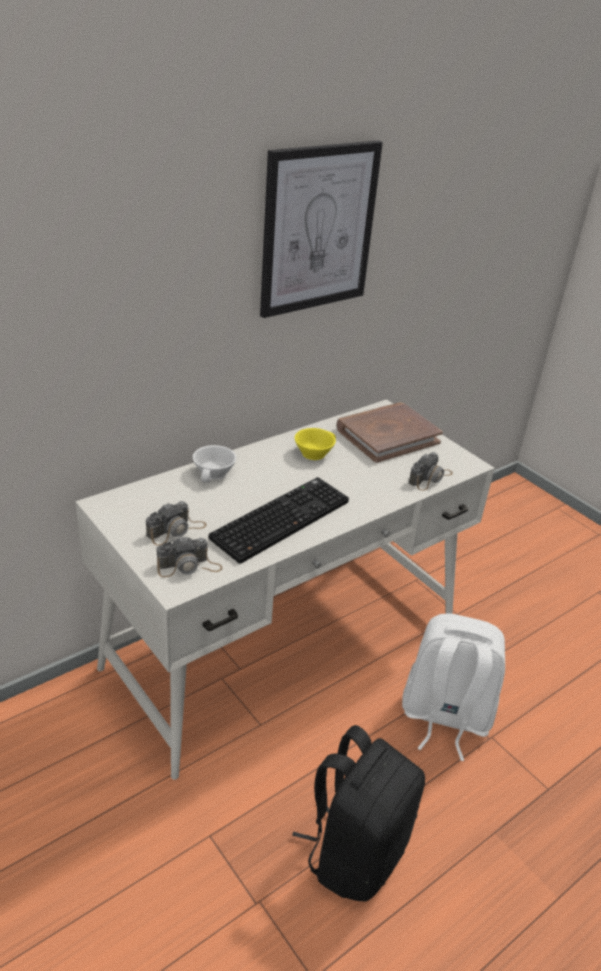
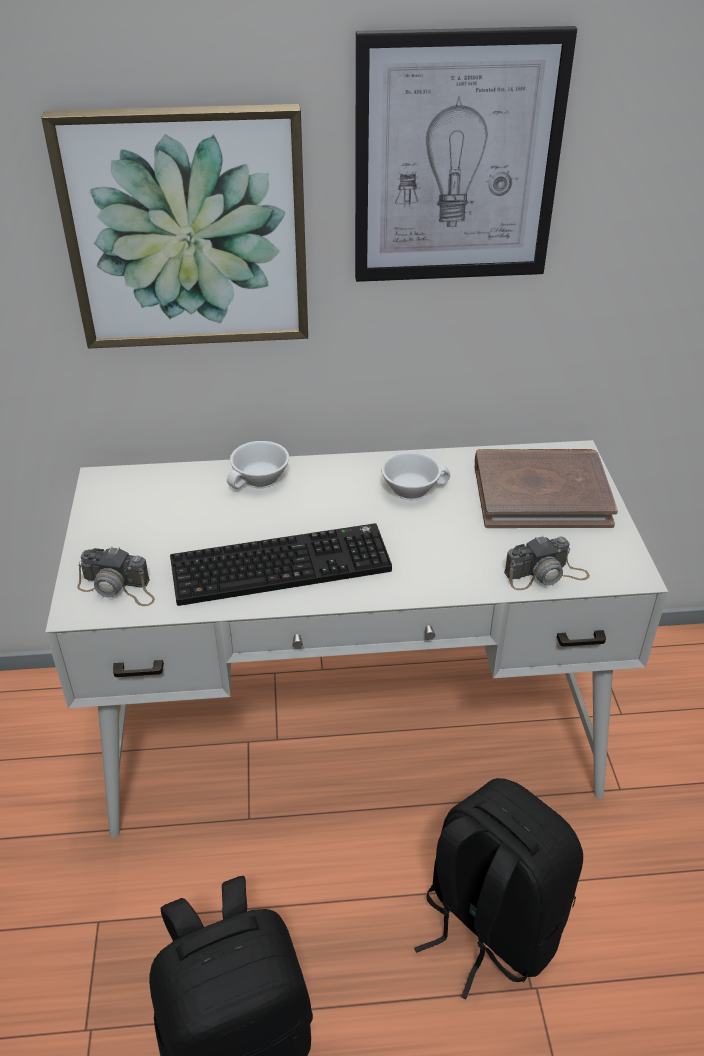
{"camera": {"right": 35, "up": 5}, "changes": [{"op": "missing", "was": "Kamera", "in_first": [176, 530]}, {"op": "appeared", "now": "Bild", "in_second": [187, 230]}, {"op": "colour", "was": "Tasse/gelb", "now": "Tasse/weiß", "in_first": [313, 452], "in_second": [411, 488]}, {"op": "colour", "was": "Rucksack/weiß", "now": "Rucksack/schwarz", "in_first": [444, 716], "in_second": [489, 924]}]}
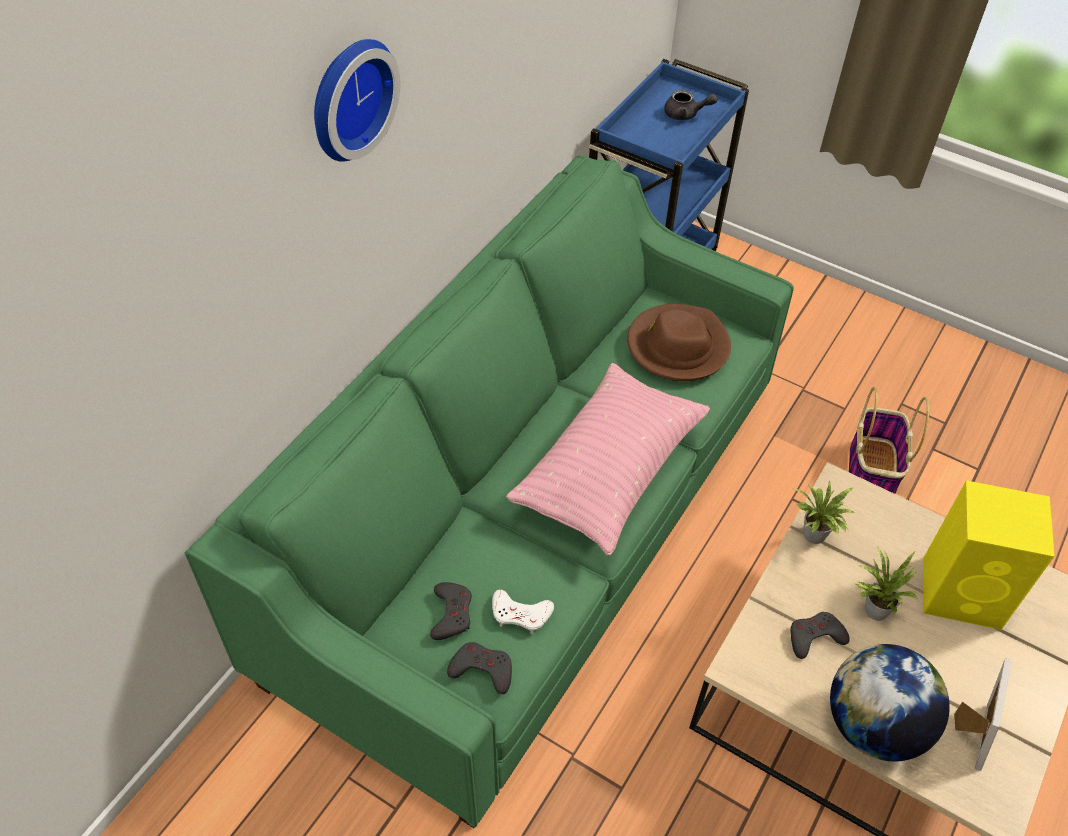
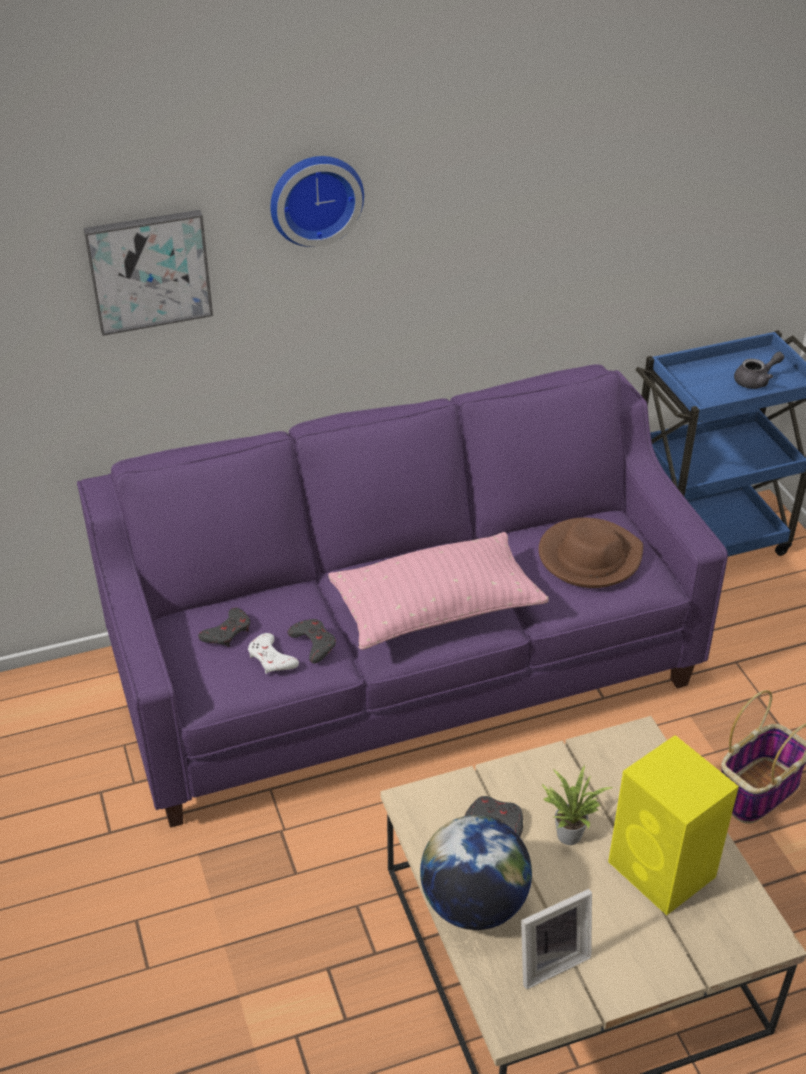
{"camera": {"right": 40, "up": -10}, "changes": [{"op": "missing", "was": "Topfpflanze", "in_first": [814, 537]}, {"op": "appeared", "now": "Bild", "in_second": [149, 270]}, {"op": "relocated", "was": "Gamepad/grau", "in_first": [482, 670], "in_second": [313, 643]}, {"op": "colour", "was": "Sofa/grün", "now": "Sofa/lila", "in_first": [529, 533], "in_second": [404, 671]}, {"op": "spun", "was": "Teekanne/grau", "in_first": [685, 114], "in_second": [756, 381], "clockwise": -75}]}
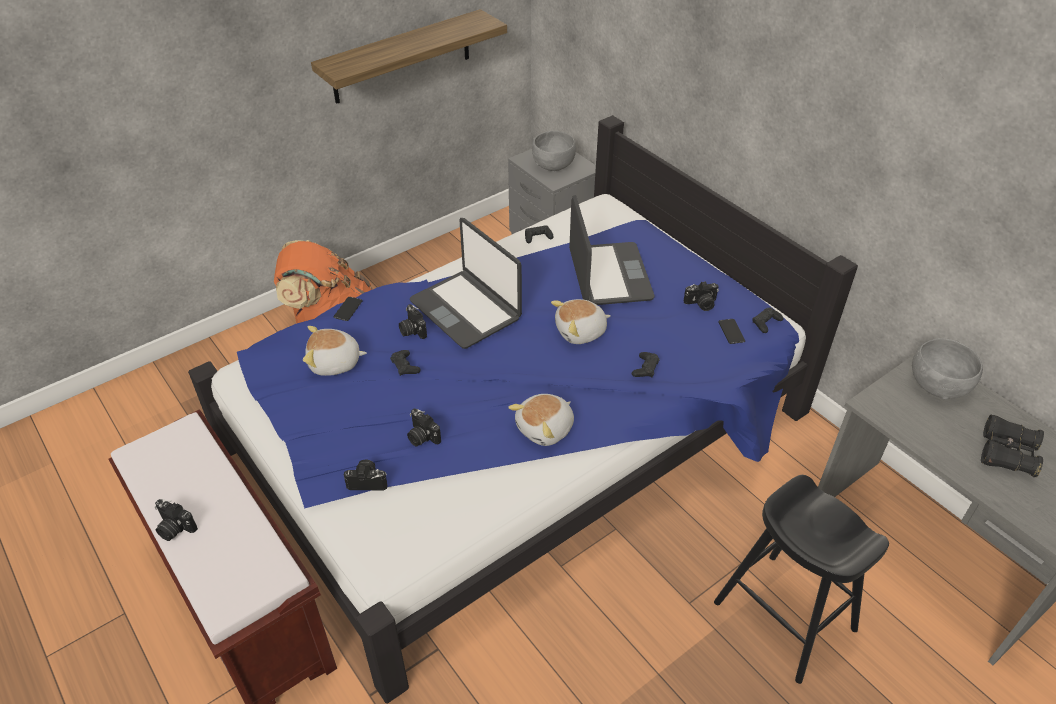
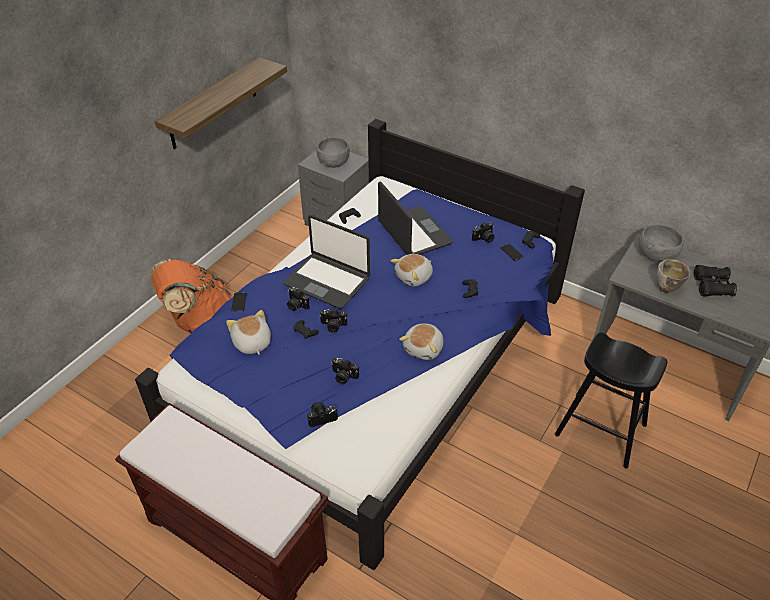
{"camera": {"right": -20, "up": 0}, "changes": [{"op": "appeared", "now": "Schüssel", "in_second": [666, 289]}, {"op": "relocated", "was": "Kamera", "in_first": [174, 528], "in_second": [333, 326]}, {"op": "spun", "was": "Plüschtier", "in_first": [335, 363], "in_second": [252, 343], "clockwise": 90}]}
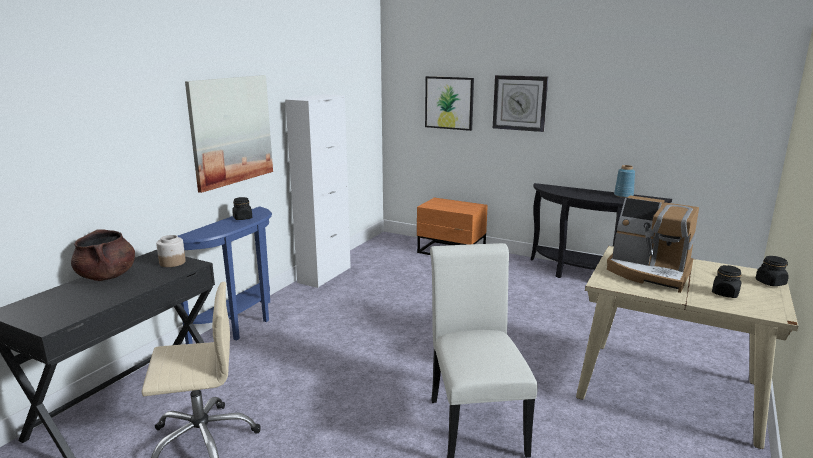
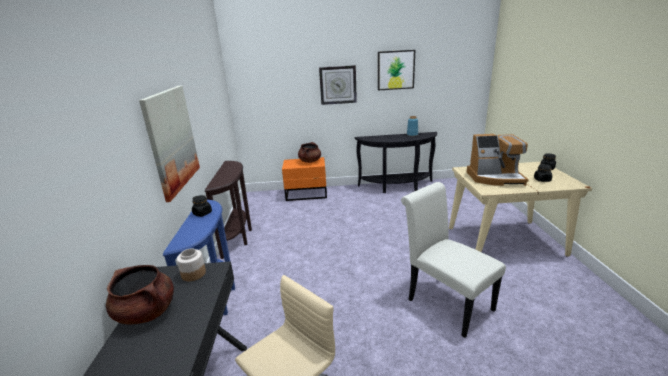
{"camera": {"right": -30, "up": 5}, "changes": [{"op": "appeared", "now": "Kochtopf/braun", "in_second": [310, 161]}, {"op": "relocated", "was": "Bild", "in_first": [449, 103], "in_second": [395, 70]}, {"op": "exchanged", "was": "Schrank/weiß", "now": "Konsolentisch/braun", "in_first": [324, 275], "in_second": [238, 237]}]}
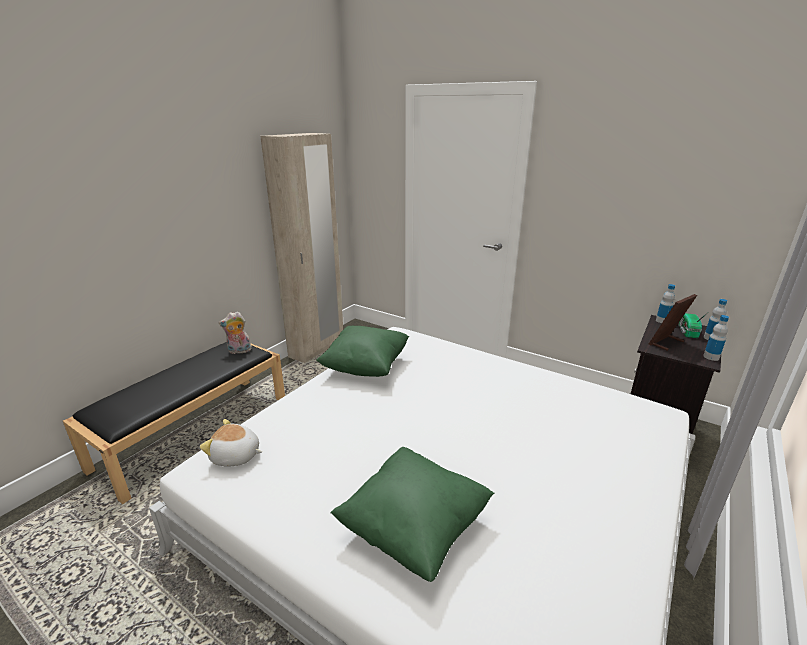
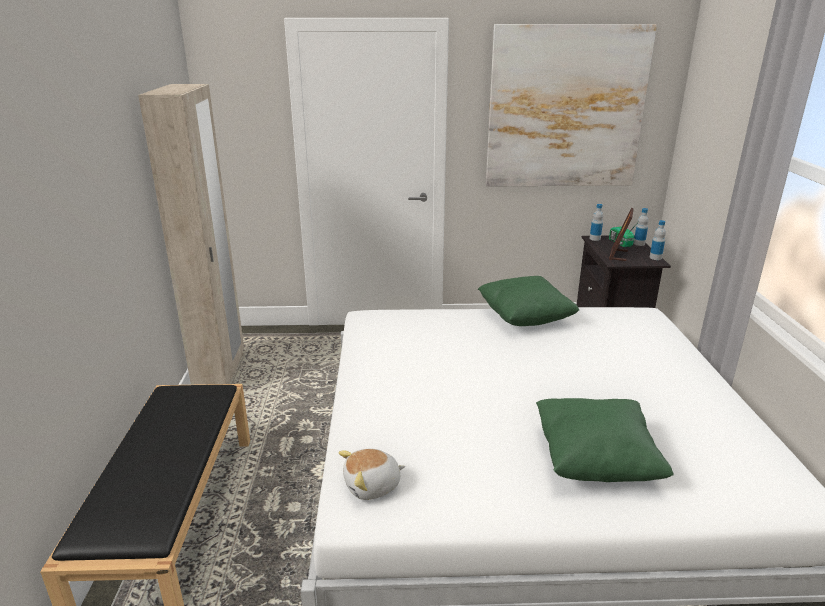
{"camera": {"right": -35, "up": 0}, "changes": [{"op": "missing", "was": "Plüschtier", "in_first": [239, 351]}, {"op": "appeared", "now": "Bild", "in_second": [565, 108]}, {"op": "relocated", "was": "Kissen/grün", "in_first": [365, 367], "in_second": [525, 318]}]}
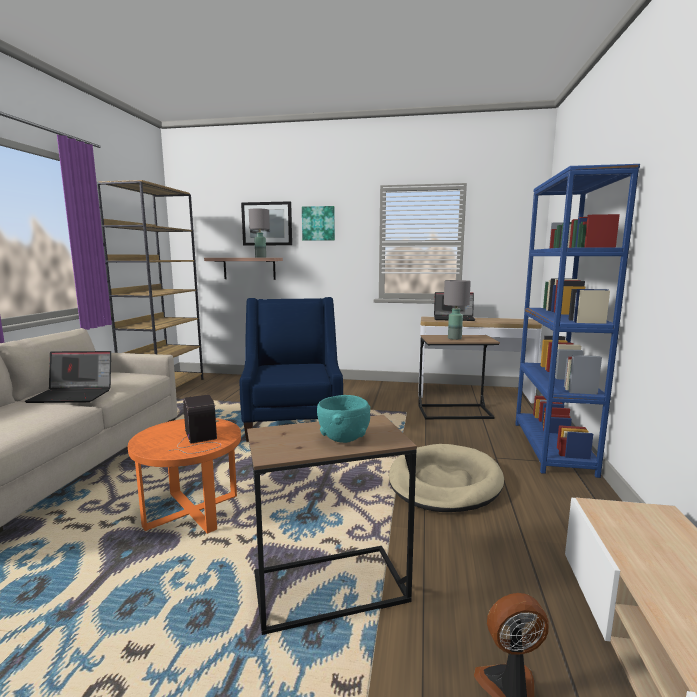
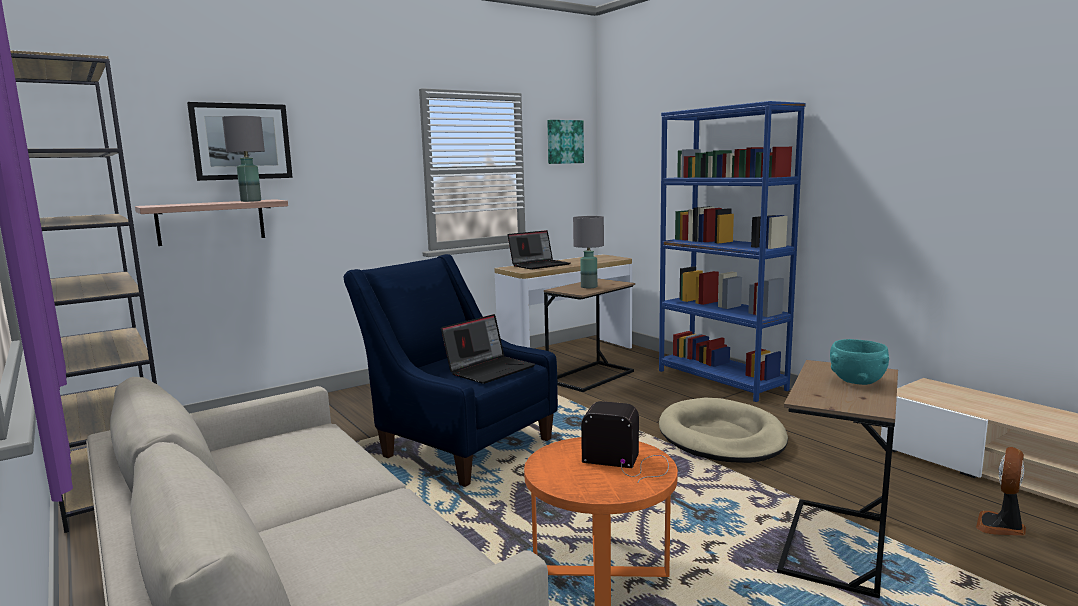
{"camera": {"right": -45, "up": 0}, "changes": [{"op": "relocated", "was": "Laptop", "in_first": [74, 395], "in_second": [490, 369]}, {"op": "relocated", "was": "Bild", "in_first": [318, 223], "in_second": [564, 142]}]}
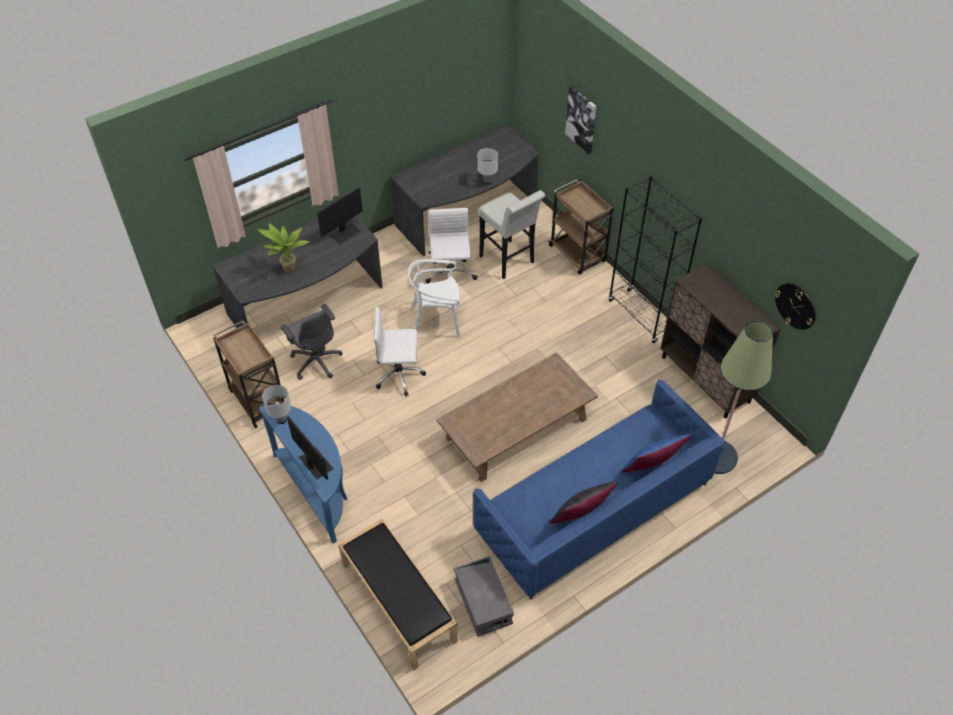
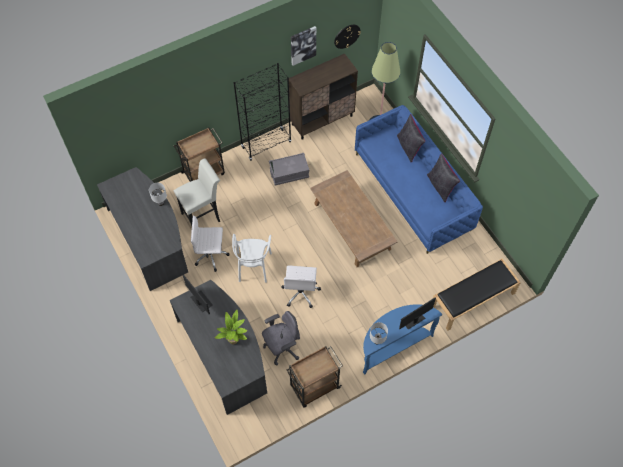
{"camera": {"right": -85, "up": 10}, "changes": [{"op": "relocated", "was": "Aufbewahrungsbox/grau", "in_first": [483, 602], "in_second": [289, 173]}, {"op": "relocated", "was": "Bild", "in_first": [581, 119], "in_second": [303, 45]}, {"op": "colour", "was": "Kissen/blau", "now": "Kissen/schwarz", "in_first": [651, 468], "in_second": [409, 147]}]}
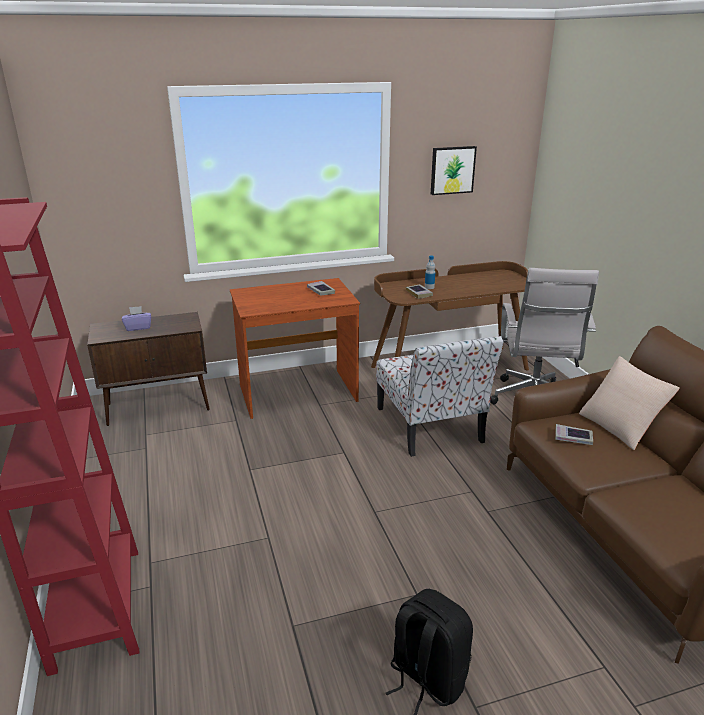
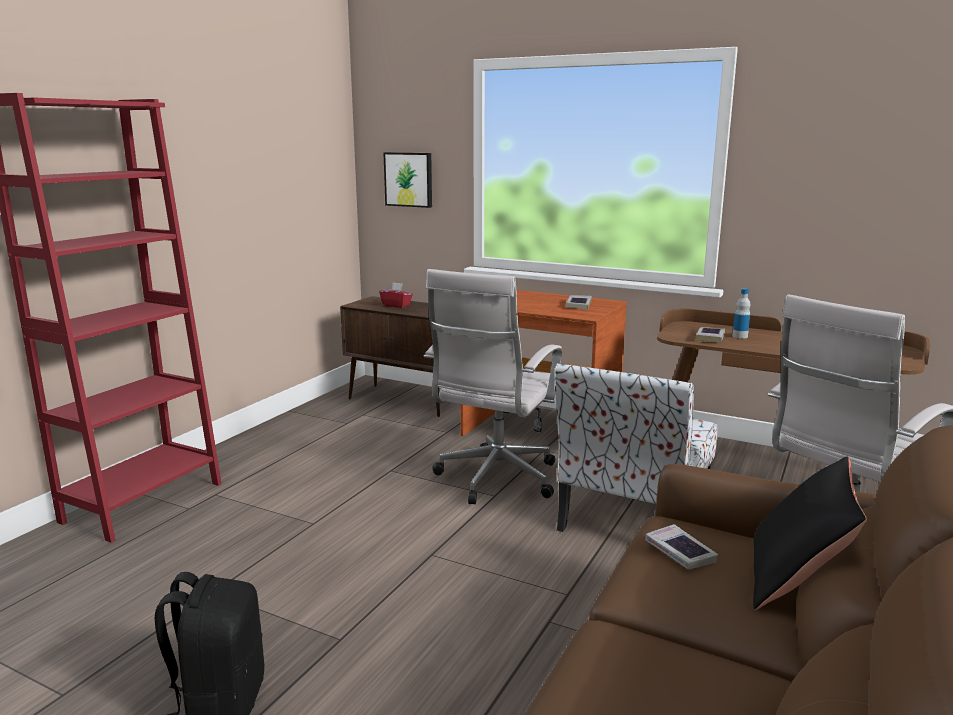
{"camera": {"right": 45, "up": -10}, "changes": [{"op": "appeared", "now": "Bürostuhl/weiß", "in_second": [495, 480]}, {"op": "relocated", "was": "Bild", "in_first": [452, 170], "in_second": [409, 179]}, {"op": "colour", "was": "Taschentuchbox/lila", "now": "Taschentuchbox/rot", "in_first": [138, 327], "in_second": [396, 305]}, {"op": "colour", "was": "Kissen/beige", "now": "Kissen/schwarz", "in_first": [620, 426], "in_second": [796, 579]}]}
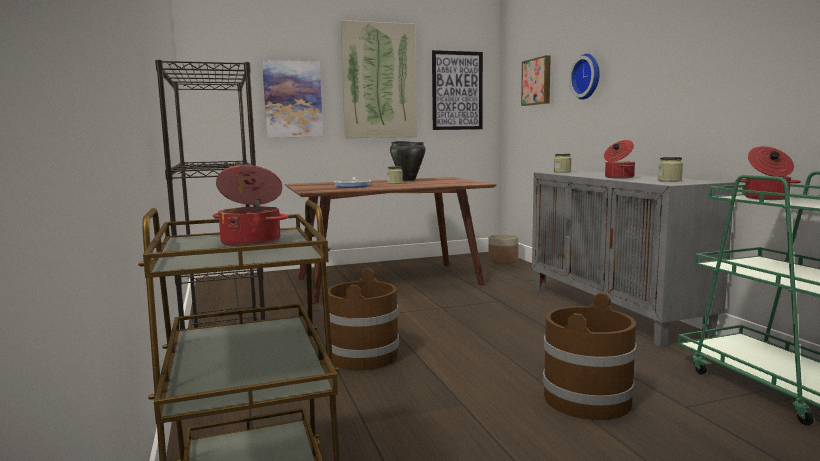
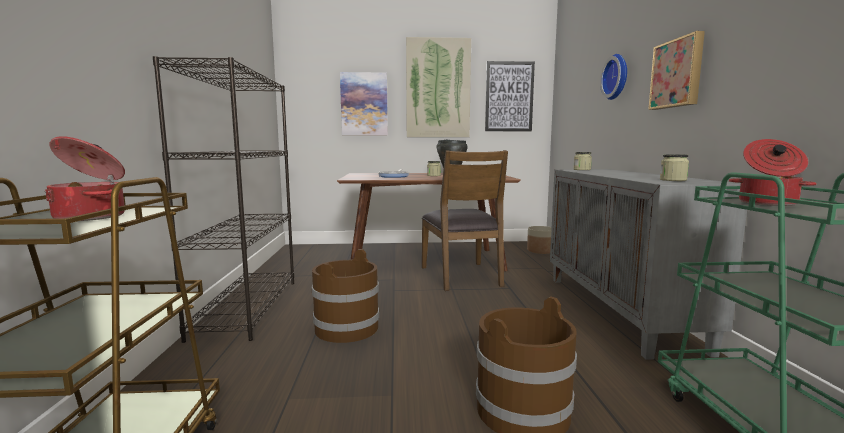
{"camera": {"right": 15, "up": 0}, "changes": [{"op": "missing", "was": "Kochtopf", "in_first": [618, 177]}, {"op": "appeared", "now": "Stuhl/braun", "in_second": [462, 276]}, {"op": "relocated", "was": "Bild", "in_first": [537, 81], "in_second": [677, 73]}]}
